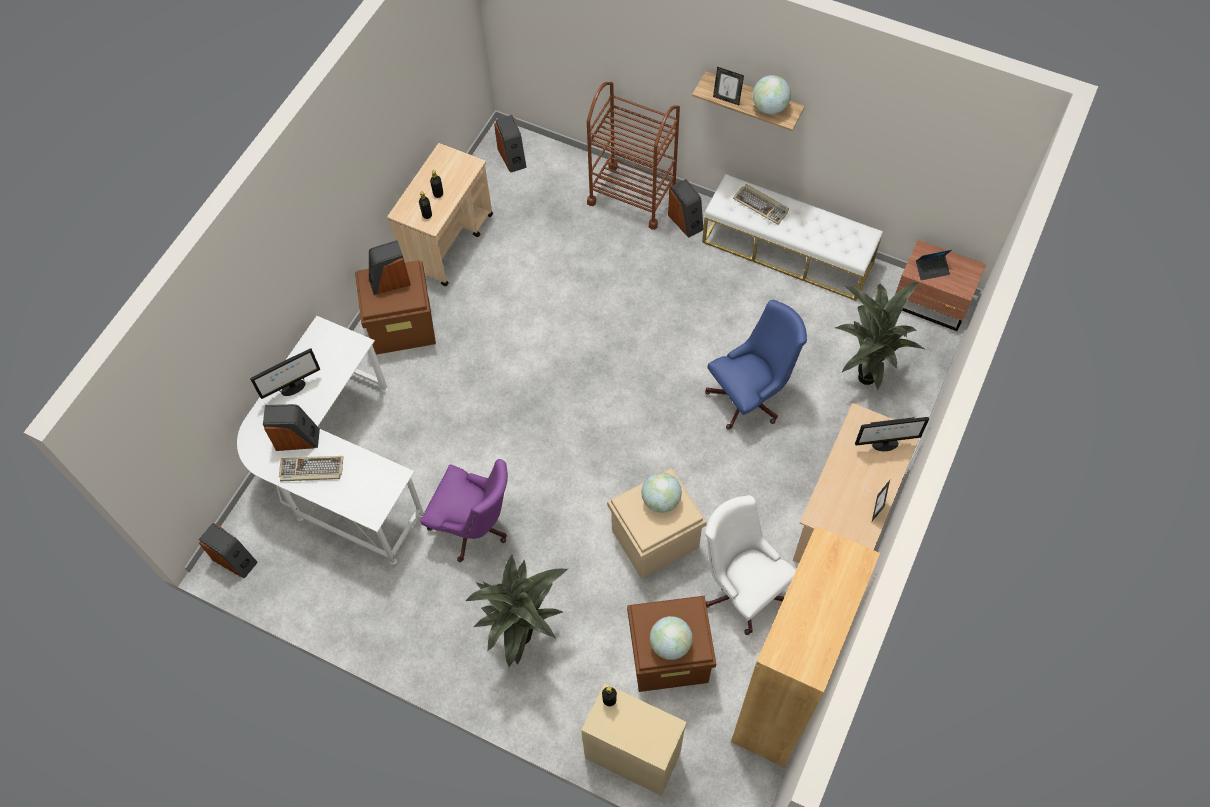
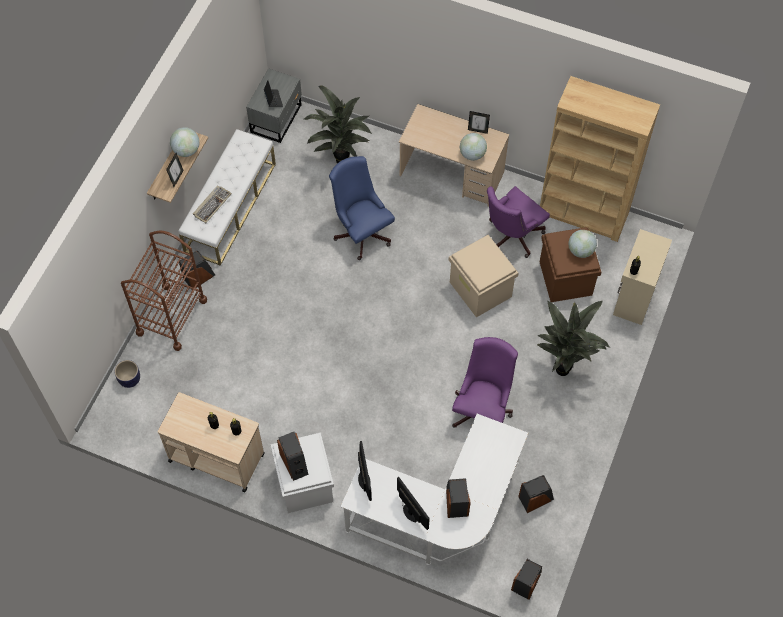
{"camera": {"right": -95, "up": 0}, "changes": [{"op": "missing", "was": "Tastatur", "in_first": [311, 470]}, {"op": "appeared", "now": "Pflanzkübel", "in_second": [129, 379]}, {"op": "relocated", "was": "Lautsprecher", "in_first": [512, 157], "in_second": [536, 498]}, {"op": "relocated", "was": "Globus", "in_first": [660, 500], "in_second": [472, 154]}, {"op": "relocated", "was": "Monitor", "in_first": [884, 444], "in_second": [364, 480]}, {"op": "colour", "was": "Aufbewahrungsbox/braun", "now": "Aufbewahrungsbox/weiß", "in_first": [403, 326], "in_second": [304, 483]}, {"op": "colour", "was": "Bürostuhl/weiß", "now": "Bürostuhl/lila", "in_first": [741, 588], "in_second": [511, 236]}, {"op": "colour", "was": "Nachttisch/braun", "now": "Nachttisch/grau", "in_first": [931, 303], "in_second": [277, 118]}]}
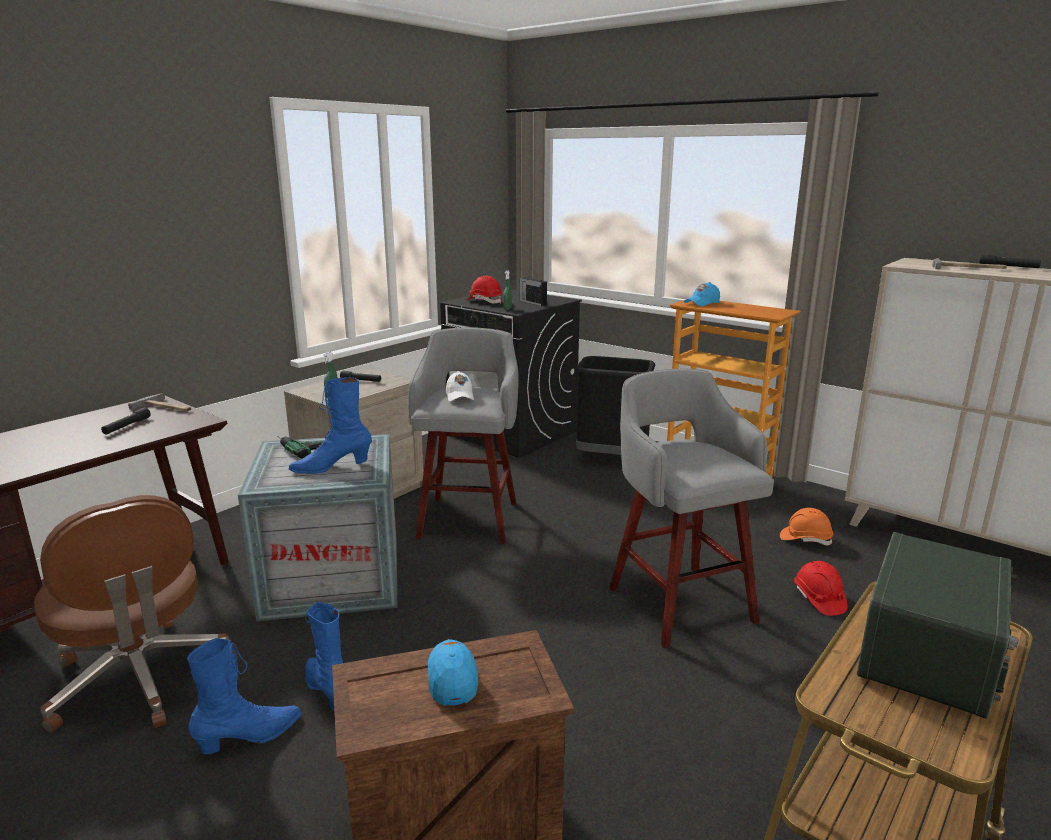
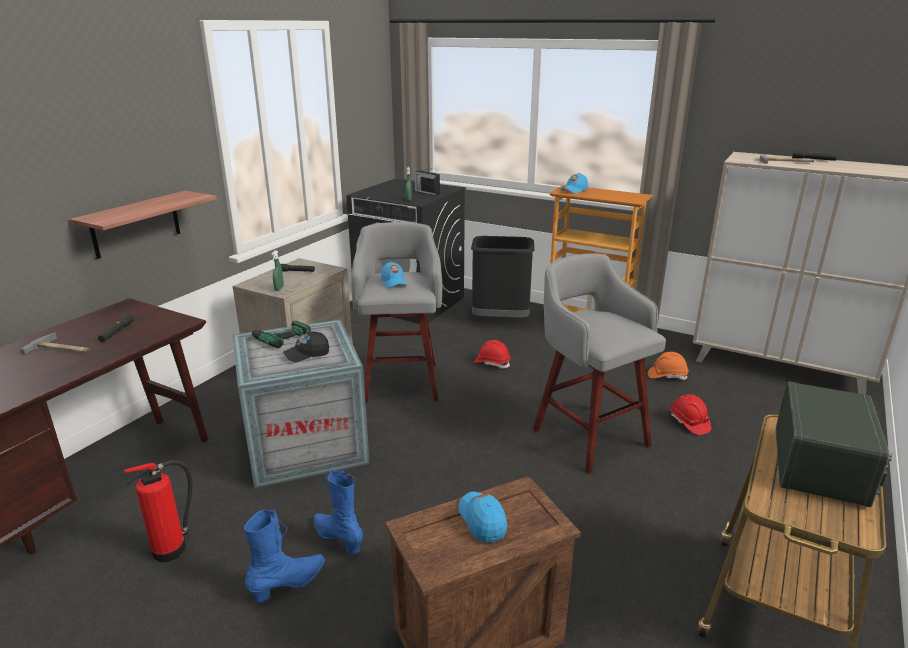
{"camera": {"right": -10, "up": 5}, "changes": [{"op": "appeared", "now": "Wandregal", "in_second": [136, 224]}, {"op": "relocated", "was": "Hammer", "in_first": [167, 407], "in_second": [62, 349]}, {"op": "relocated", "was": "Schutzhelm/rot", "in_first": [484, 301], "in_second": [492, 363]}, {"op": "exchanged", "was": "Bürostuhl/braun", "now": "Feuerlöscher", "in_first": [139, 679], "in_second": [172, 548]}, {"op": "exchanged", "was": "Stiefel/blau", "now": "Kappe/schwarz", "in_first": [331, 467], "in_second": [307, 354]}, {"op": "colour", "was": "Kappe/weiß", "now": "Kappe/blau", "in_first": [460, 396], "in_second": [394, 282]}]}
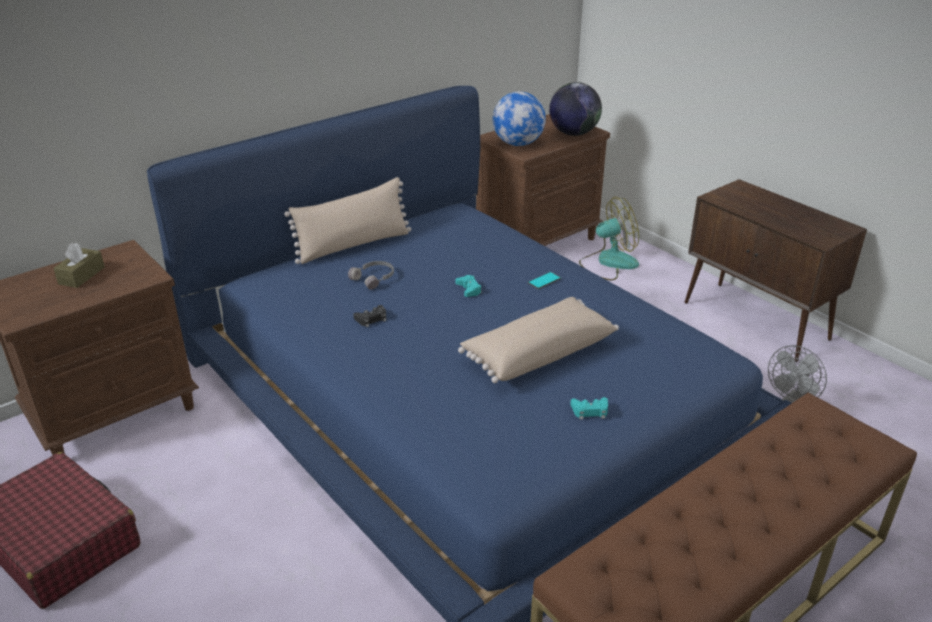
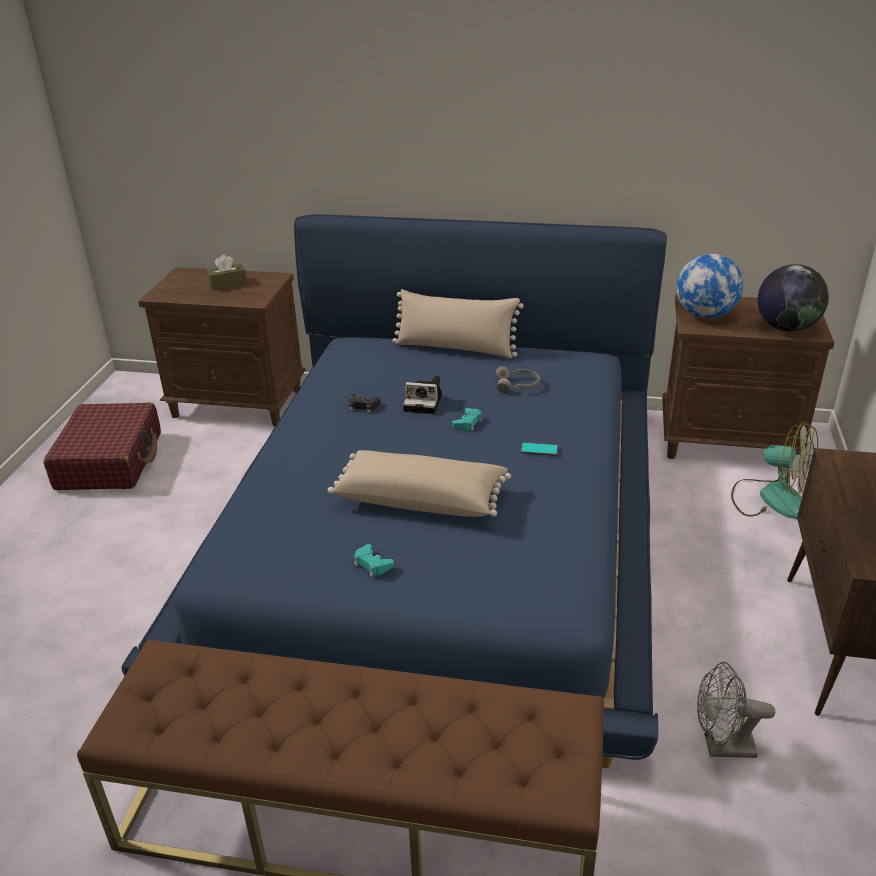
{"camera": {"right": 50, "up": 0}, "changes": [{"op": "appeared", "now": "Kamera", "in_second": [425, 402]}, {"op": "relocated", "was": "Kopfhörer/grau", "in_first": [374, 278], "in_second": [517, 385]}]}
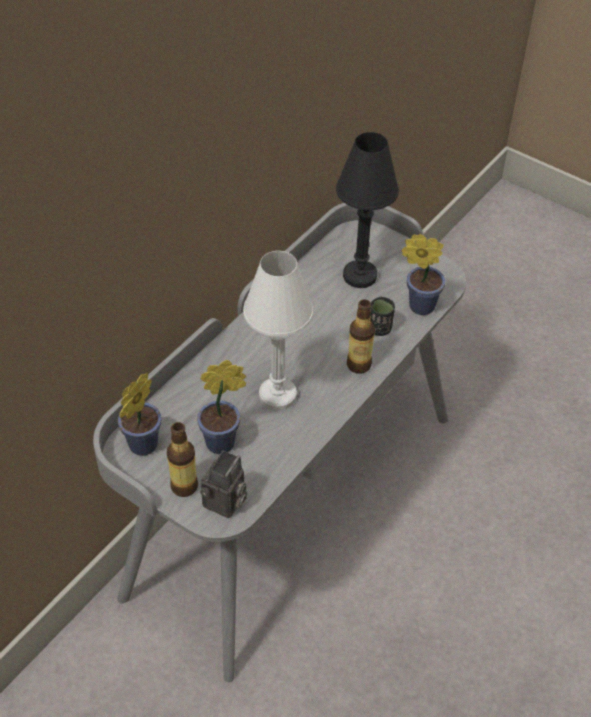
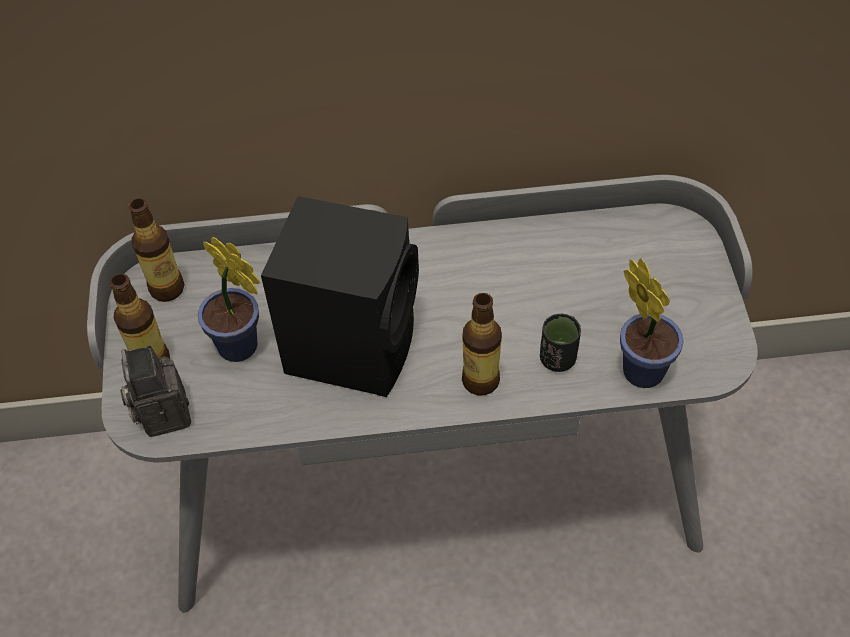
{"camera": {"right": 50, "up": 5}, "changes": [{"op": "missing", "was": "Tischlampe/schwarz", "in_first": [360, 276]}, {"op": "exchanged", "was": "Topfpflanze", "now": "Flasche", "in_first": [140, 447], "in_second": [167, 288]}, {"op": "exchanged", "was": "Tischlampe/weiß", "now": "Lautsprecher/schwarz", "in_first": [277, 395], "in_second": [353, 343]}, {"op": "spun", "was": "Kamera", "in_first": [225, 504], "in_second": [162, 412], "clockwise": 90}]}
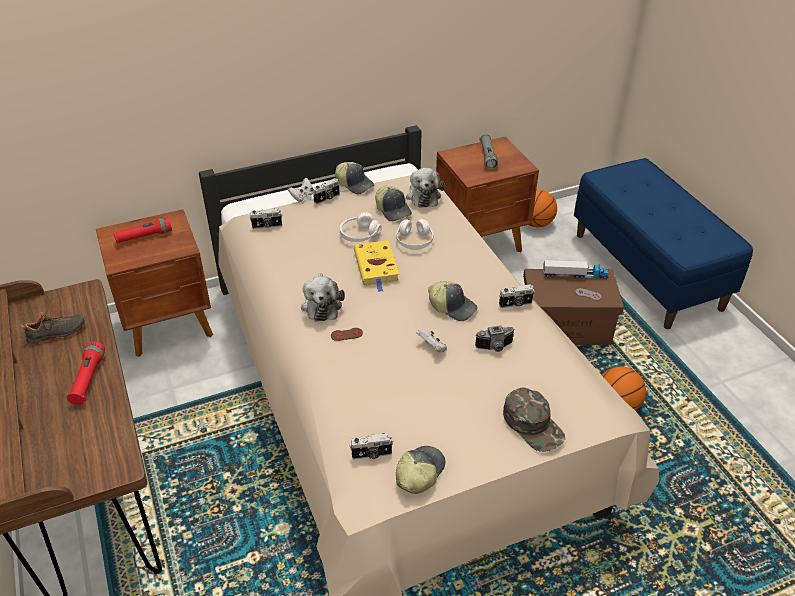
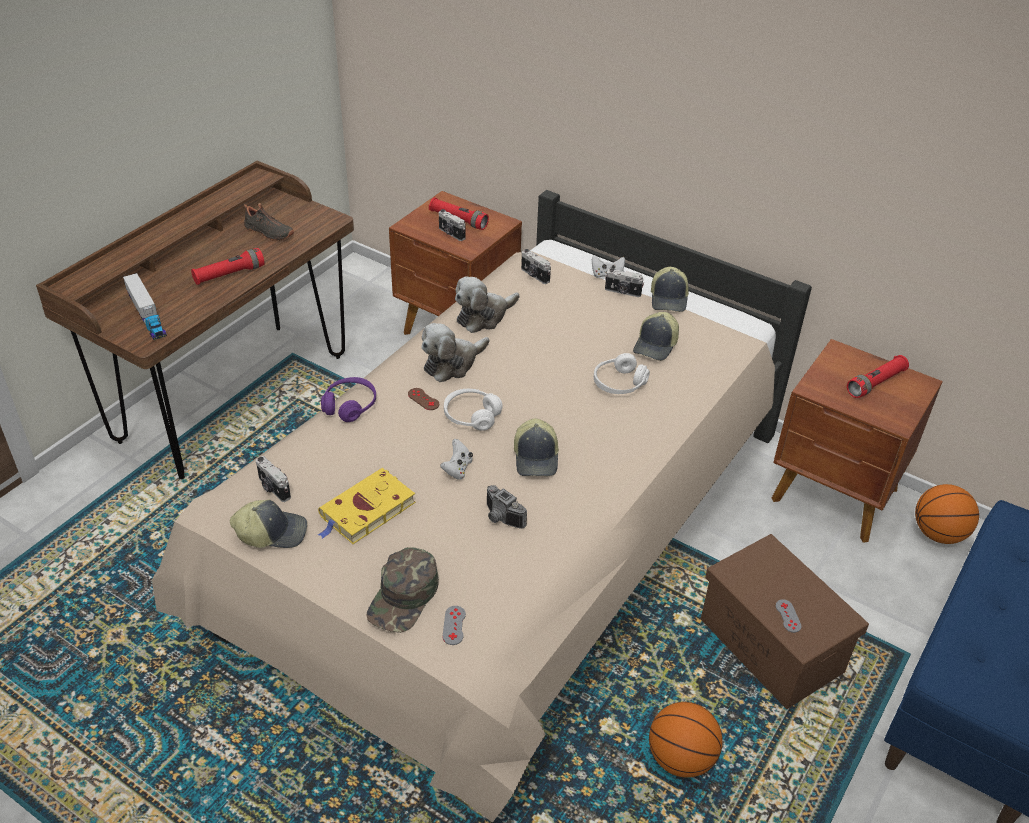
{"camera": {"right": 55, "up": 0}, "changes": [{"op": "appeared", "now": "Kopfhörer/lila", "in_second": [350, 406]}, {"op": "appeared", "now": "Gamepad/grau", "in_second": [454, 625]}, {"op": "relocated", "was": "Kopfhörer/weiß", "in_first": [359, 234], "in_second": [471, 416]}, {"op": "relocated", "was": "Buch/gelb", "in_first": [377, 267], "in_second": [366, 511]}, {"op": "relocated", "was": "Plüschtier", "in_first": [423, 195], "in_second": [484, 316]}, {"op": "relocated", "was": "Kamera", "in_first": [515, 304], "in_second": [451, 234]}, {"op": "relocated", "was": "Spielzeuglaster", "in_first": [575, 275], "in_second": [147, 315]}, {"op": "colour", "was": "Taschenlampe/grau", "now": "Taschenlampe/rot", "in_first": [488, 156], "in_second": [876, 383]}]}
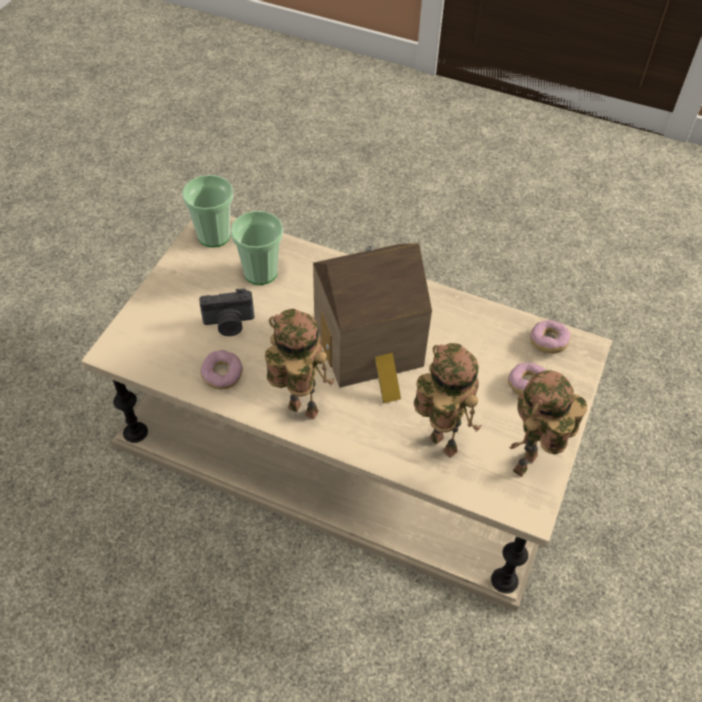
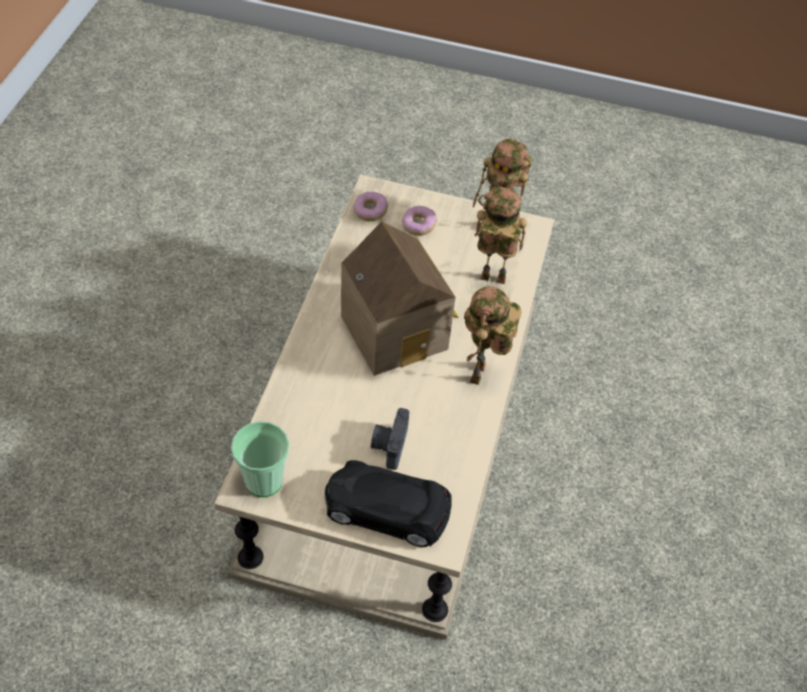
{"camera": {"right": -100, "up": 0}, "changes": [{"op": "missing", "was": "Donut", "in_first": [222, 375]}, {"op": "missing", "was": "Tasse", "in_first": [260, 272]}, {"op": "appeared", "now": "Spielzeugauto/schwarz", "in_second": [385, 510]}, {"op": "spun", "was": "Kamera", "in_first": [229, 324], "in_second": [389, 445], "clockwise": -150}, {"op": "spun", "was": "Spielzeugroboter", "in_first": [438, 445], "in_second": [490, 280], "clockwise": 60}]}
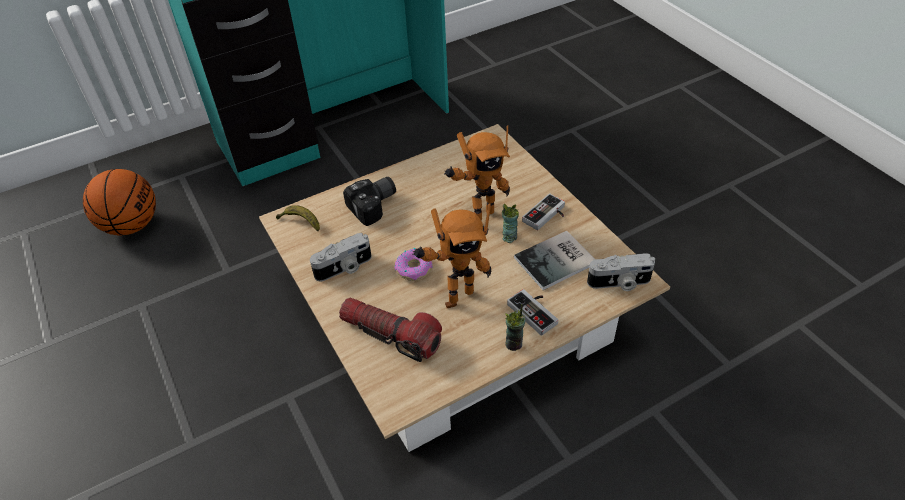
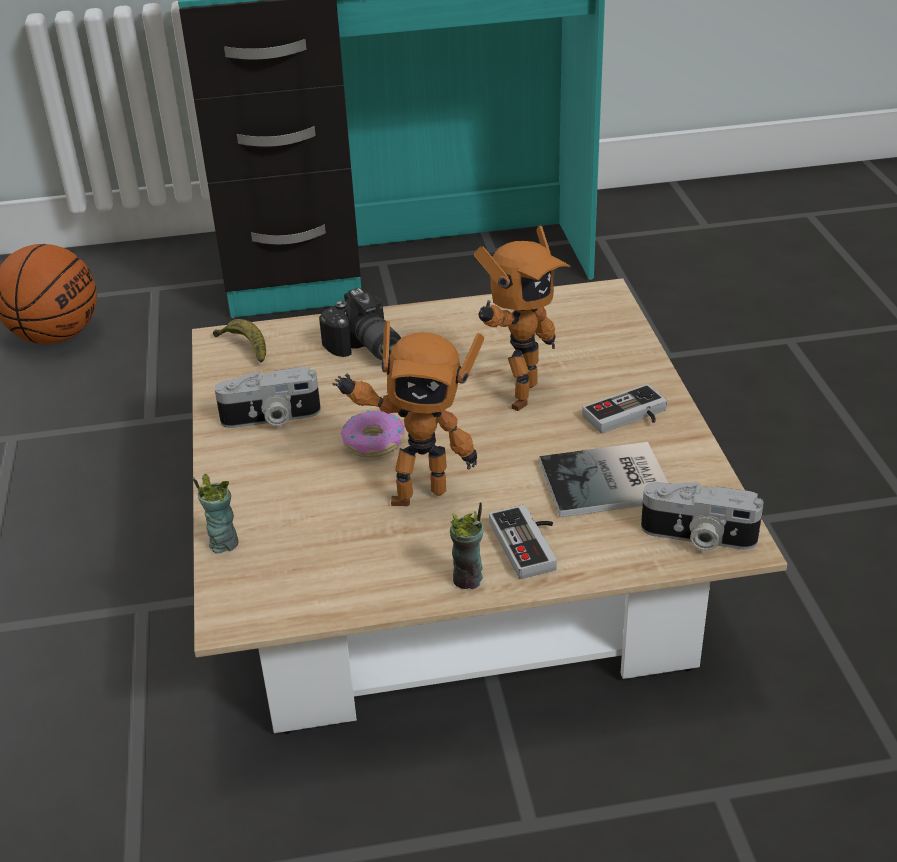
{"camera": {"right": 20, "up": -10}, "changes": [{"op": "missing", "was": "Taschenlampe", "in_first": [391, 335]}, {"op": "relocated", "was": "Tasse", "in_first": [509, 237], "in_second": [223, 543]}, {"op": "spun", "was": "Kamera", "in_first": [375, 206], "in_second": [364, 349], "clockwise": 75}, {"op": "spun", "was": "Spielzeugroboter", "in_first": [479, 216], "in_second": [516, 395], "clockwise": -45}]}
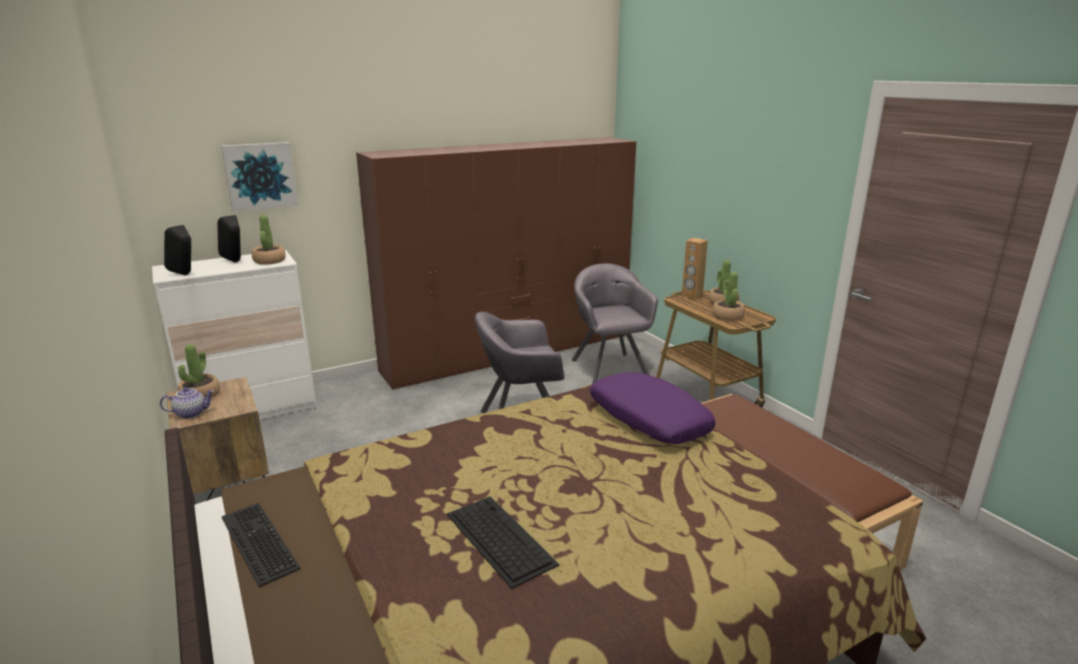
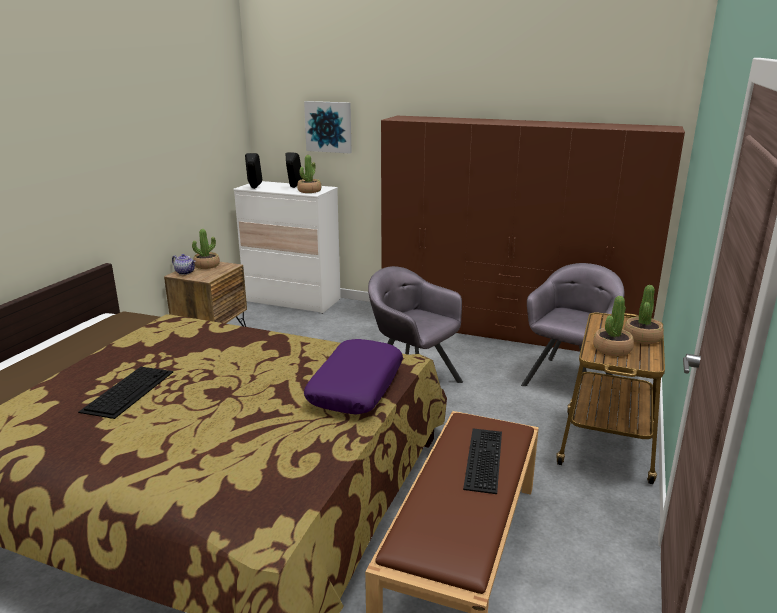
{"camera": {"right": 50, "up": 0}, "changes": [{"op": "missing", "was": "Lautsprecher/braun", "in_first": [692, 296]}, {"op": "relocated", "was": "Tastatur", "in_first": [256, 542], "in_second": [481, 458]}]}
